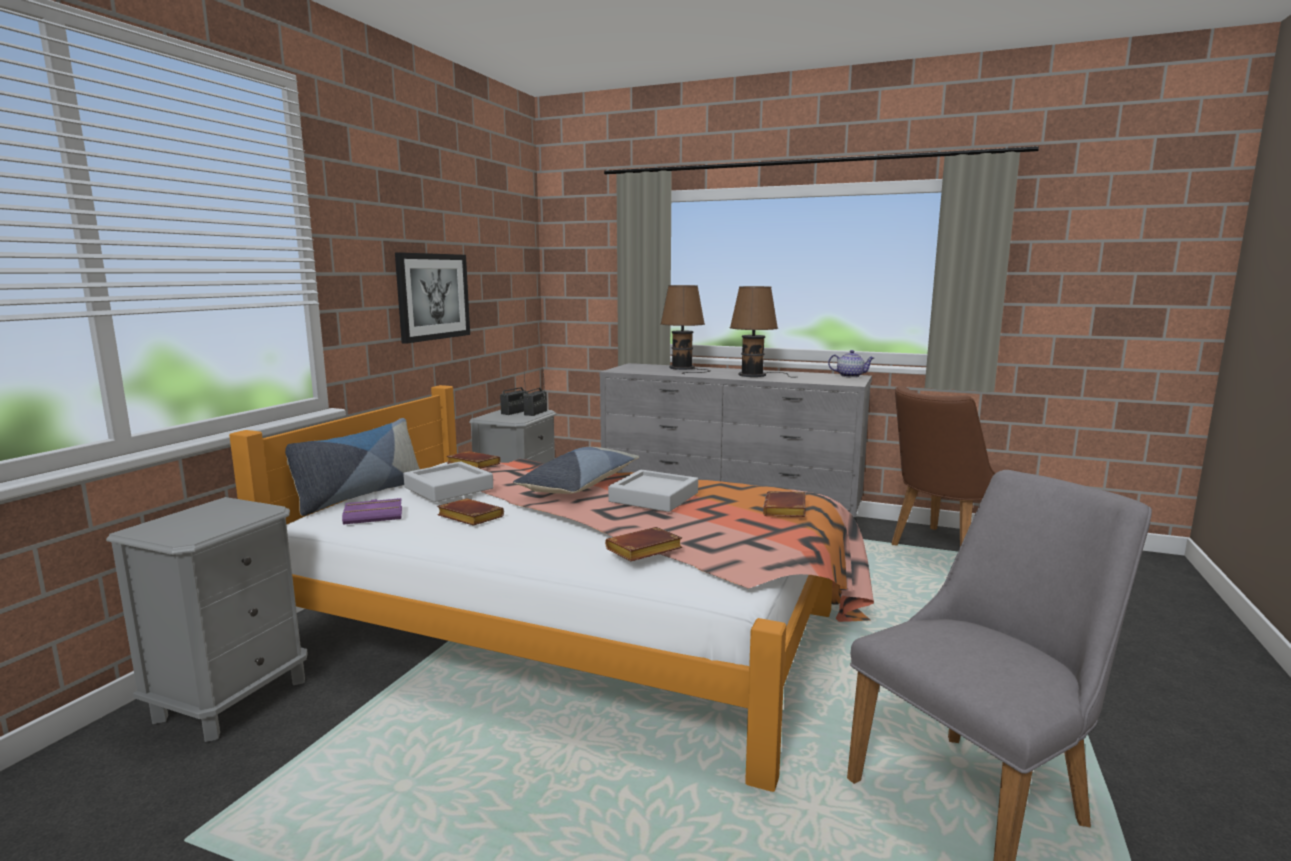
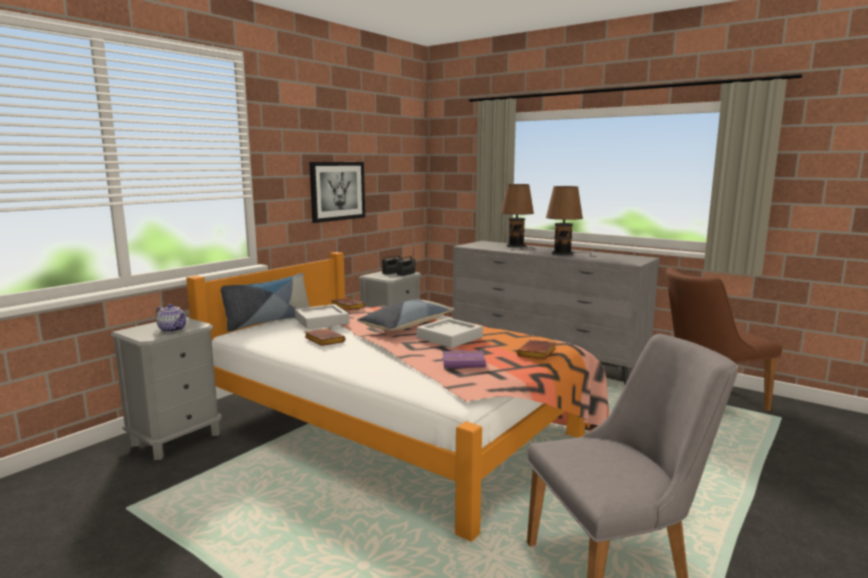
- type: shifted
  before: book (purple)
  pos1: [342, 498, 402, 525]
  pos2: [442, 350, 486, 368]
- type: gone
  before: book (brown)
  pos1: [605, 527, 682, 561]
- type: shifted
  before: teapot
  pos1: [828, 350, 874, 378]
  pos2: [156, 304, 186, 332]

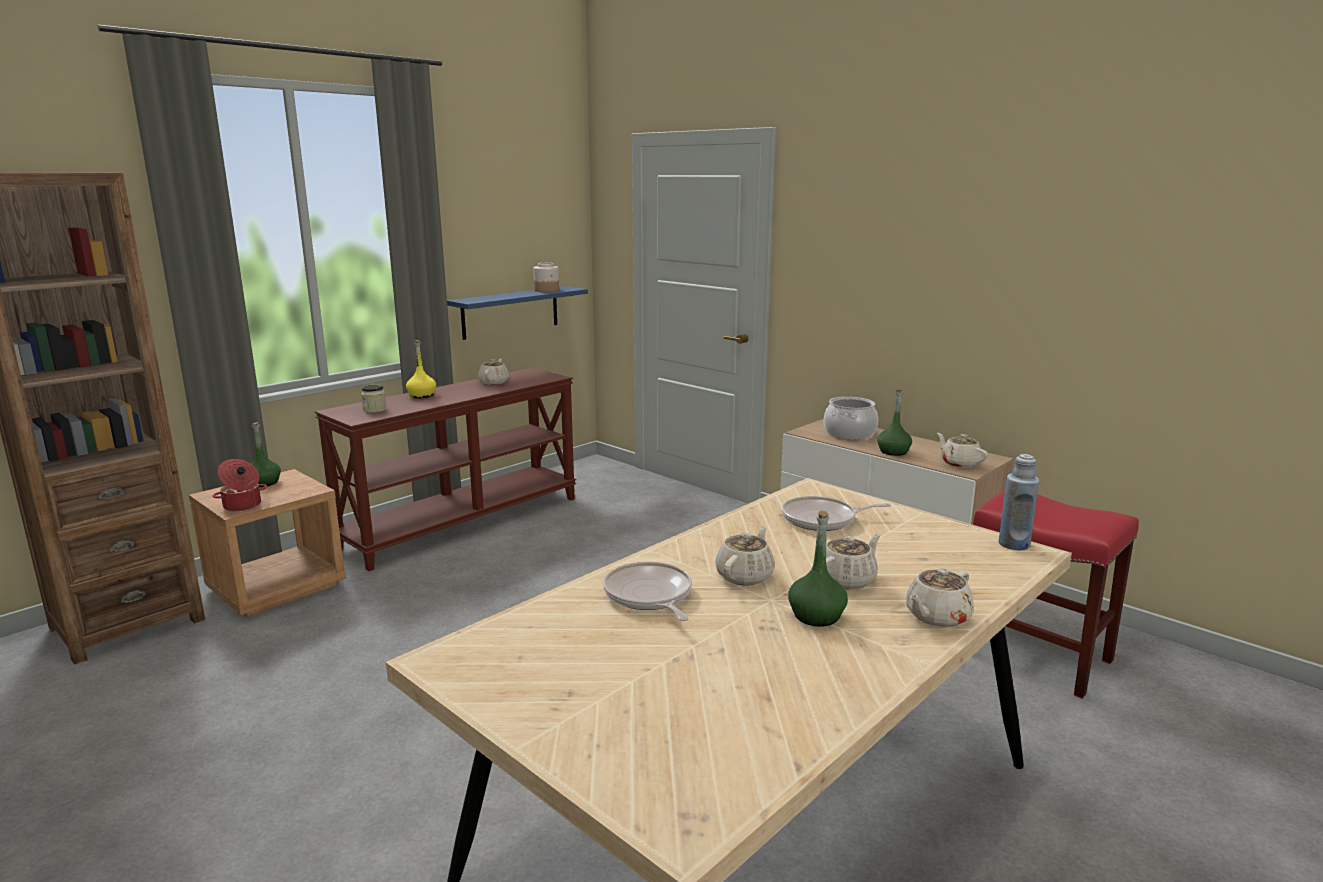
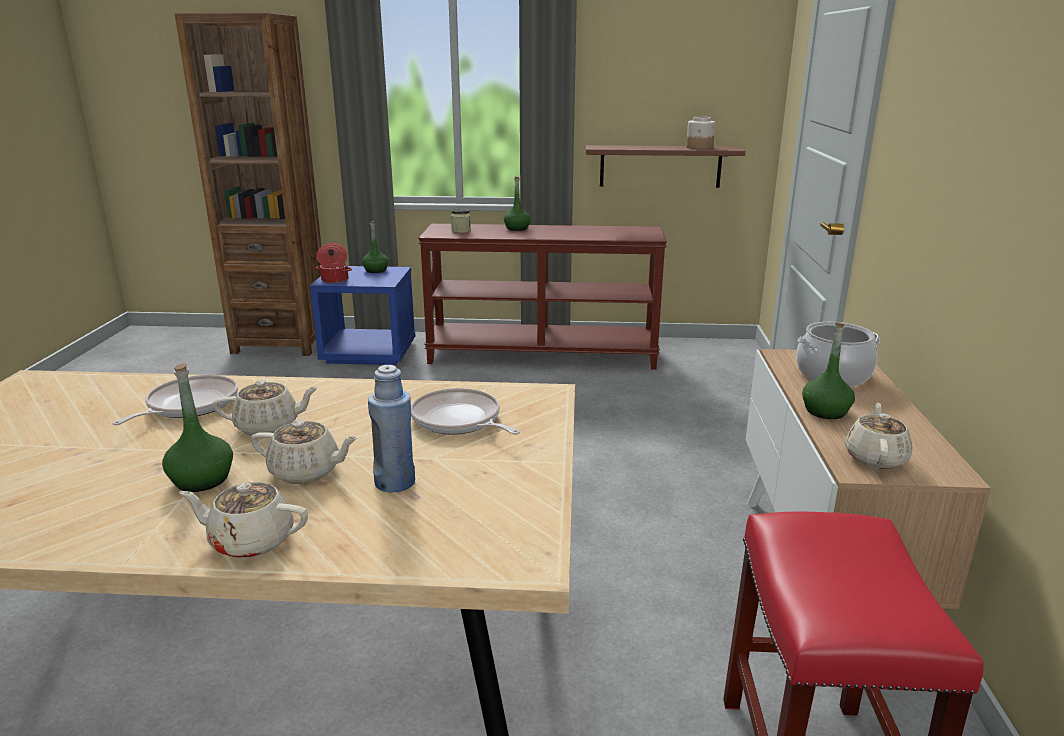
- type: repainted
  before: nightstand (brown)
  after: nightstand (blue)
  pos1: [189, 469, 346, 617]
  pos2: [310, 266, 415, 365]
- type: repainted
  before: bottle (yellow)
  after: bottle (green)
  pos1: [406, 340, 436, 398]
  pos2: [504, 176, 531, 231]
- type: repainted
  before: shelf (blue)
  after: shelf (brown)
  pos1: [447, 286, 588, 340]
  pos2: [586, 145, 746, 188]
- type: gone
  before: teapot (beige)
  pos1: [478, 359, 509, 385]
- type: shifted
  before: bottle (blue)
  pos1: [999, 454, 1040, 550]
  pos2: [368, 365, 415, 493]

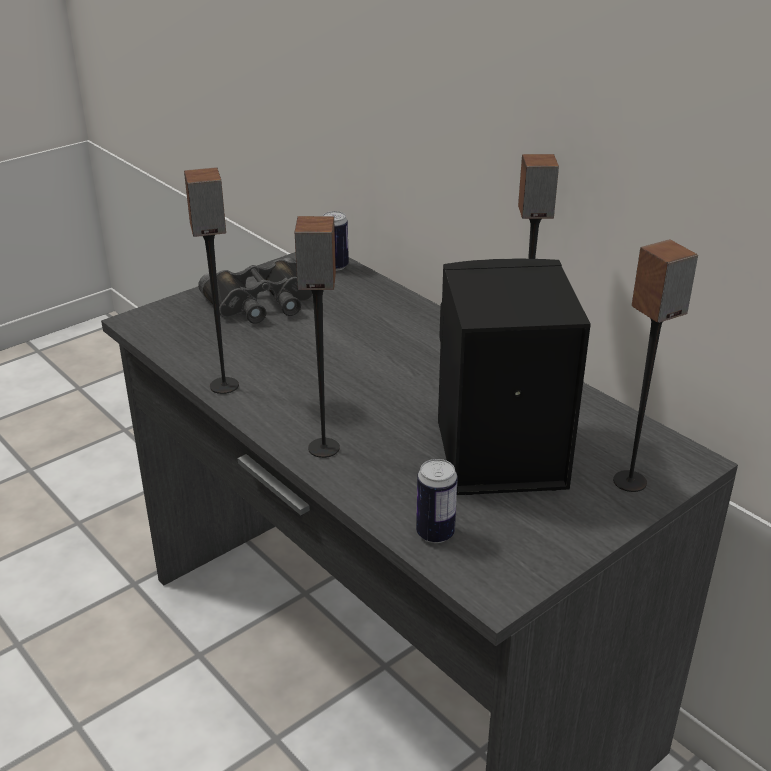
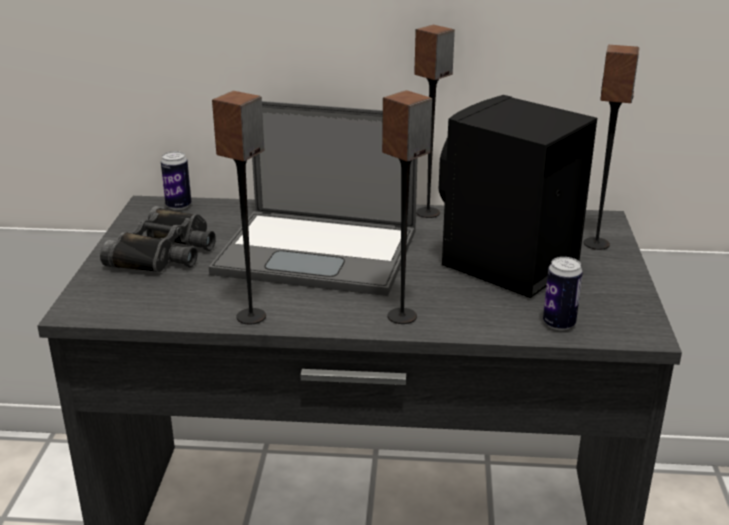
- type: new
  after: laptop
  pos2: [209, 101, 418, 296]

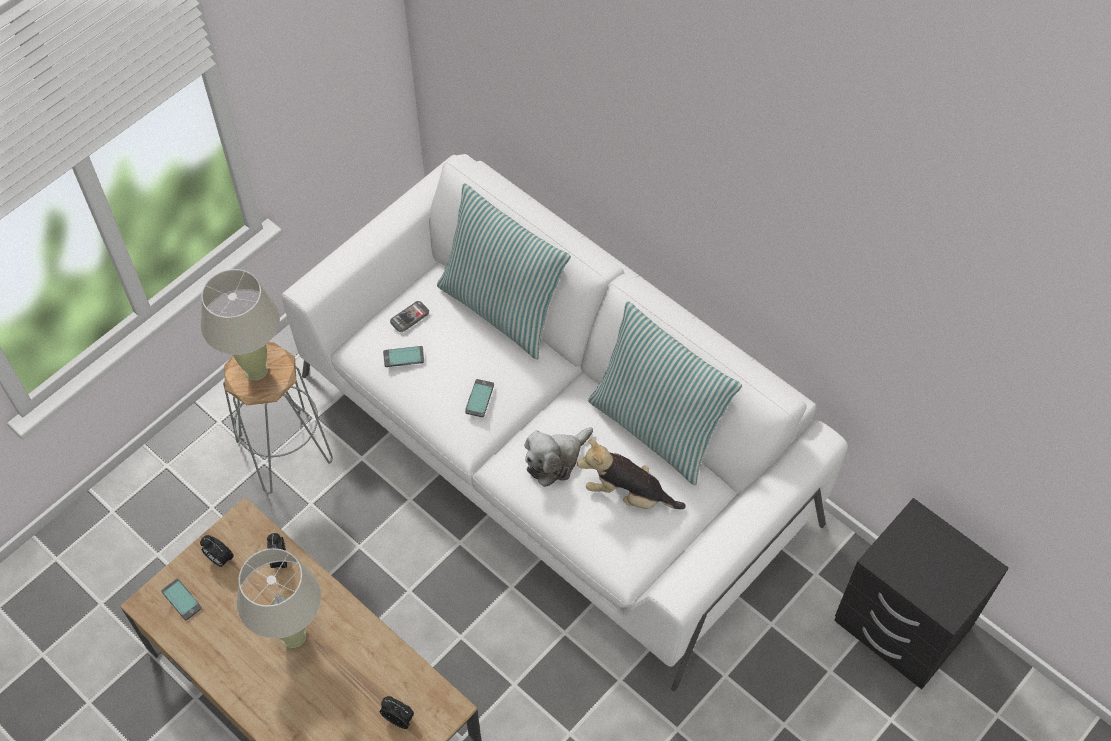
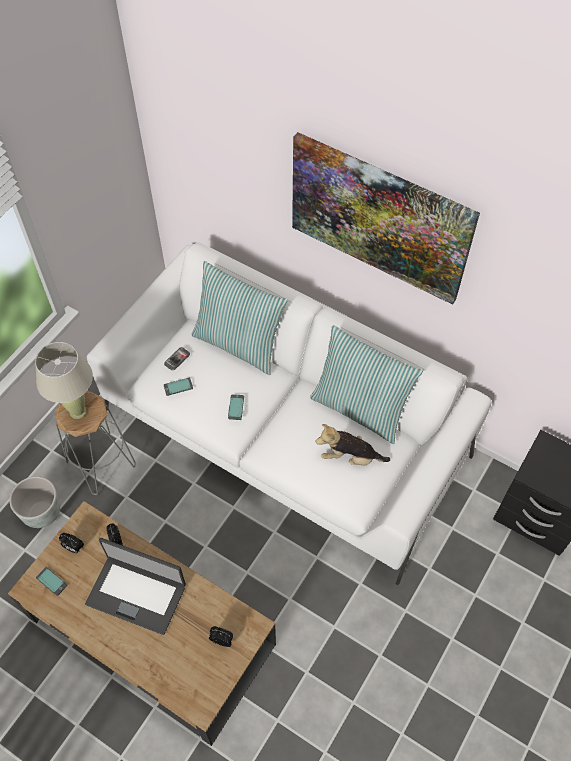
- type: swapped
  before: table lamp (beige)
  after: laptop
  pos1: [237, 548, 321, 648]
  pos2: [85, 538, 186, 635]
- type: gone
  before: plush toy
  pos1: [524, 427, 593, 487]
- type: new
  after: planter (grey)
  pos2: [10, 476, 60, 528]
- type: new
  after: picture
  pos2: [292, 132, 480, 305]

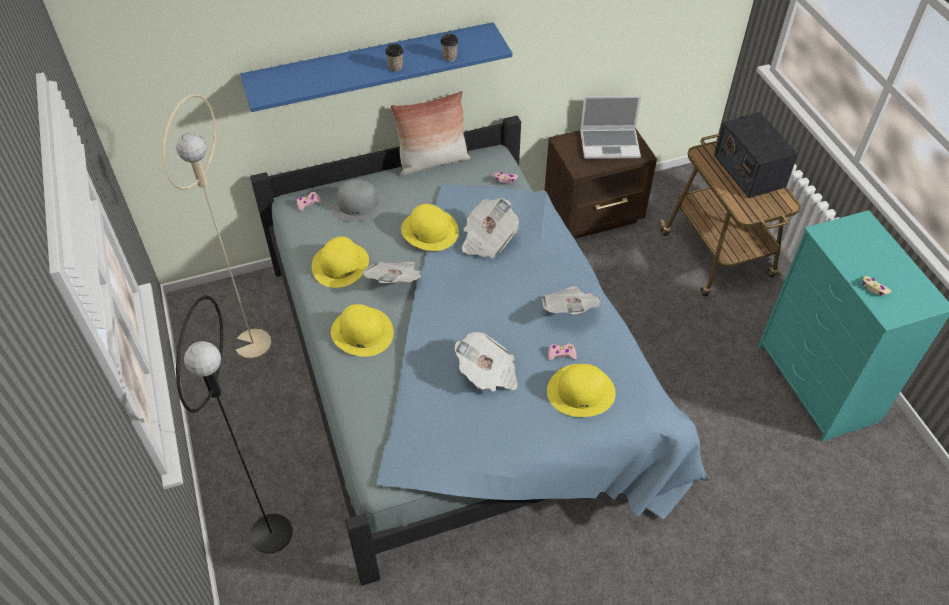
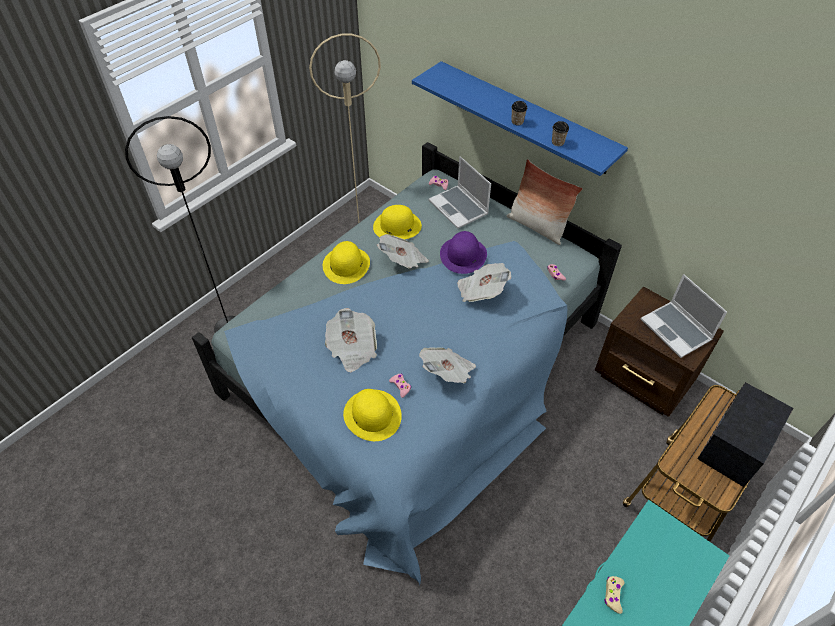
- type: swapped
  before: hat (grey)
  after: laptop
  pos1: [329, 179, 387, 222]
  pos2: [429, 156, 491, 229]
- type: repainted
  before: hat (yellow)
  after: hat (purple)
  pos1: [401, 204, 459, 251]
  pos2: [440, 231, 487, 274]

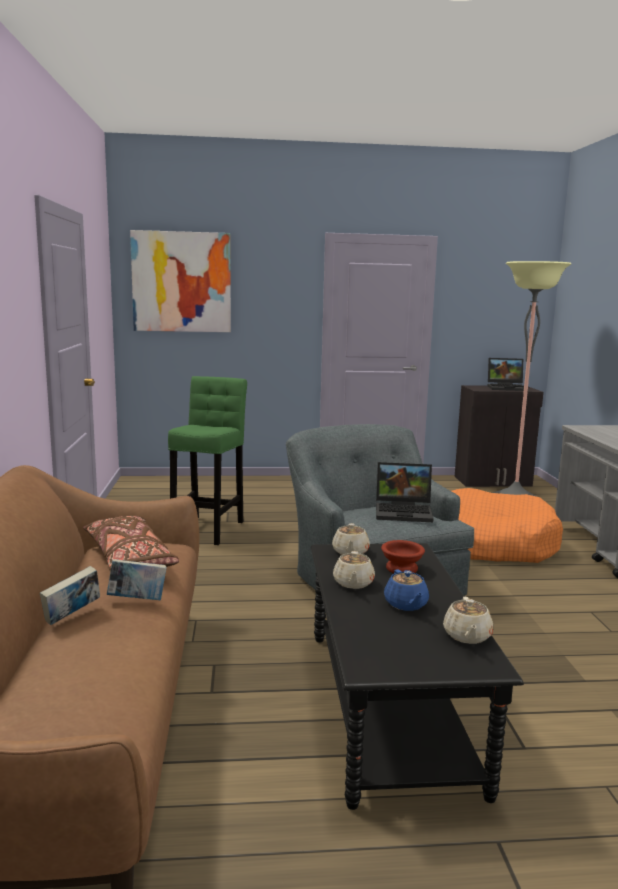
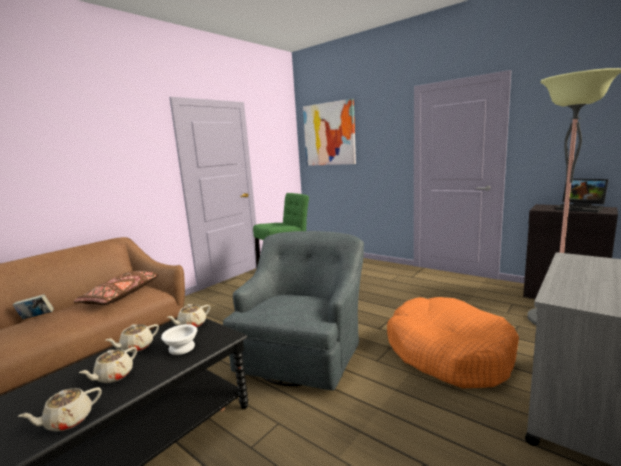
- type: gone
  before: book
  pos1: [107, 559, 167, 600]
- type: gone
  before: laptop
  pos1: [376, 462, 433, 522]
- type: repainted
  before: bowl (brown)
  after: bowl (white)
  pos1: [381, 540, 425, 573]
  pos2: [161, 324, 197, 355]
- type: repainted
  before: teapot (blue)
  after: teapot (beige)
  pos1: [384, 569, 429, 611]
  pos2: [79, 347, 137, 383]

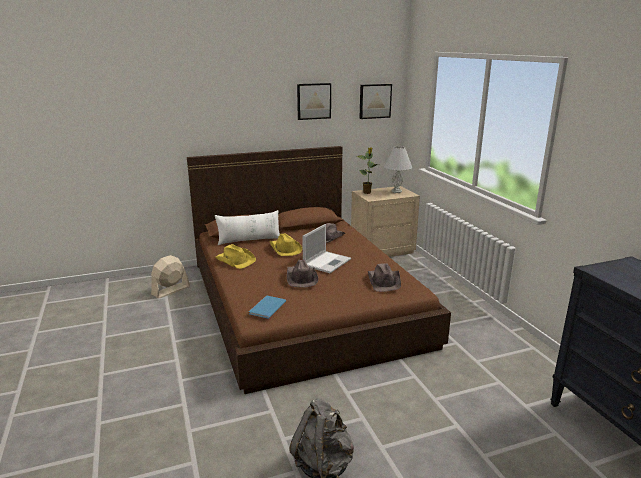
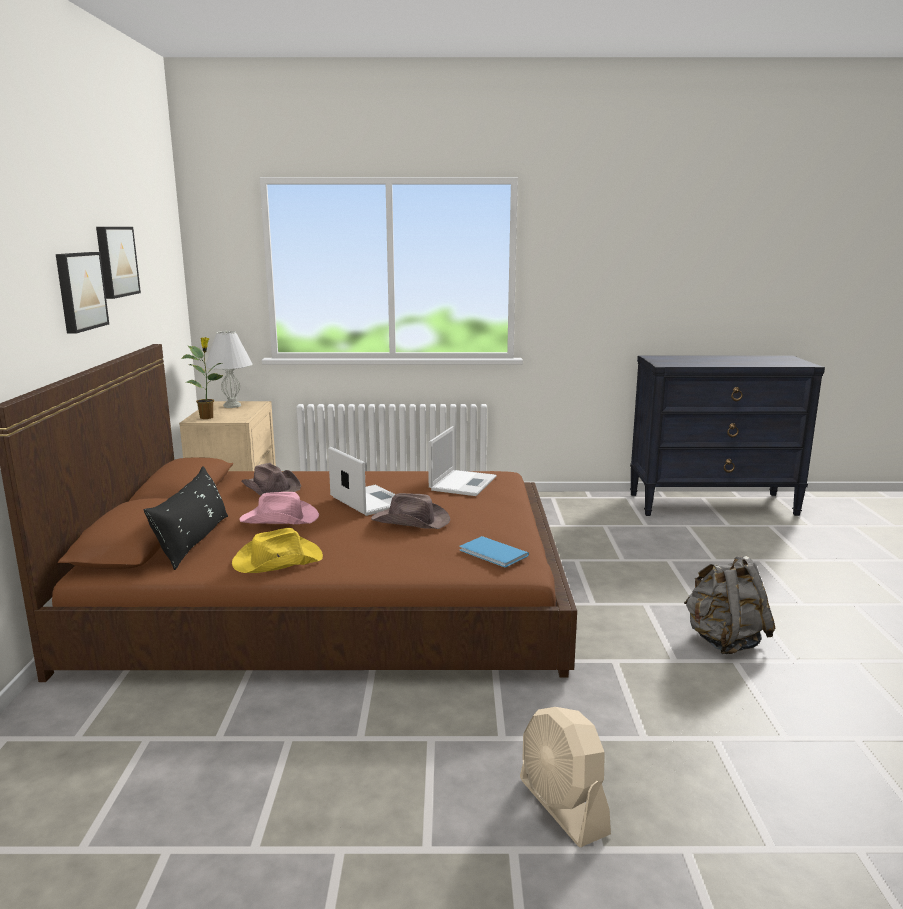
- type: shifted
  before: fan (beige)
  pos1: [151, 255, 190, 298]
  pos2: [520, 707, 611, 847]
- type: repainted
  before: pillow (white)
  after: pillow (black)
  pos1: [215, 210, 280, 245]
  pos2: [144, 466, 228, 570]
- type: repainted
  before: hat (yellow)
  after: hat (pink)
  pos1: [269, 233, 303, 256]
  pos2: [239, 492, 319, 524]
- type: shifted
  before: picture
  pos1: [359, 84, 392, 119]
  pos2: [56, 252, 109, 334]
- type: swapped
  before: hat (brown)
  after: laptop
  pos1: [368, 263, 401, 292]
  pos2: [428, 426, 497, 496]

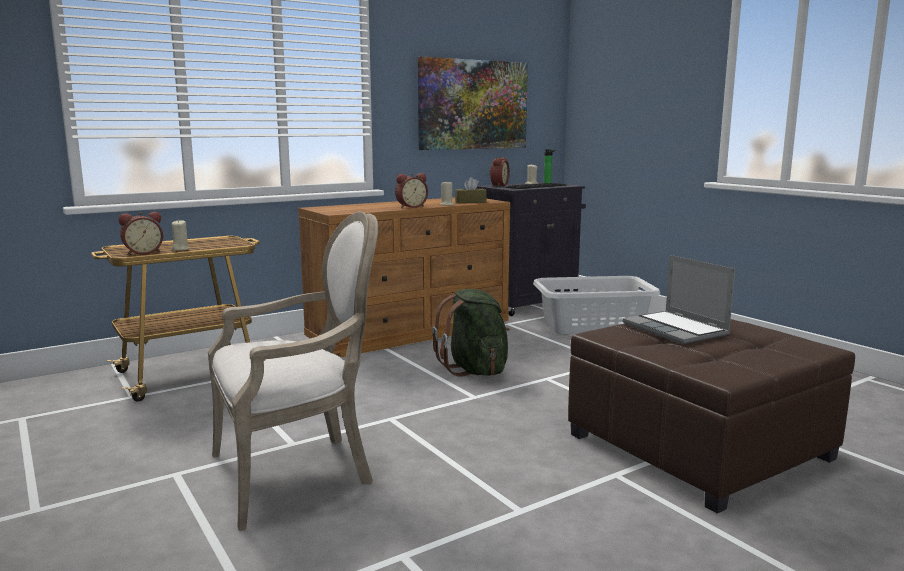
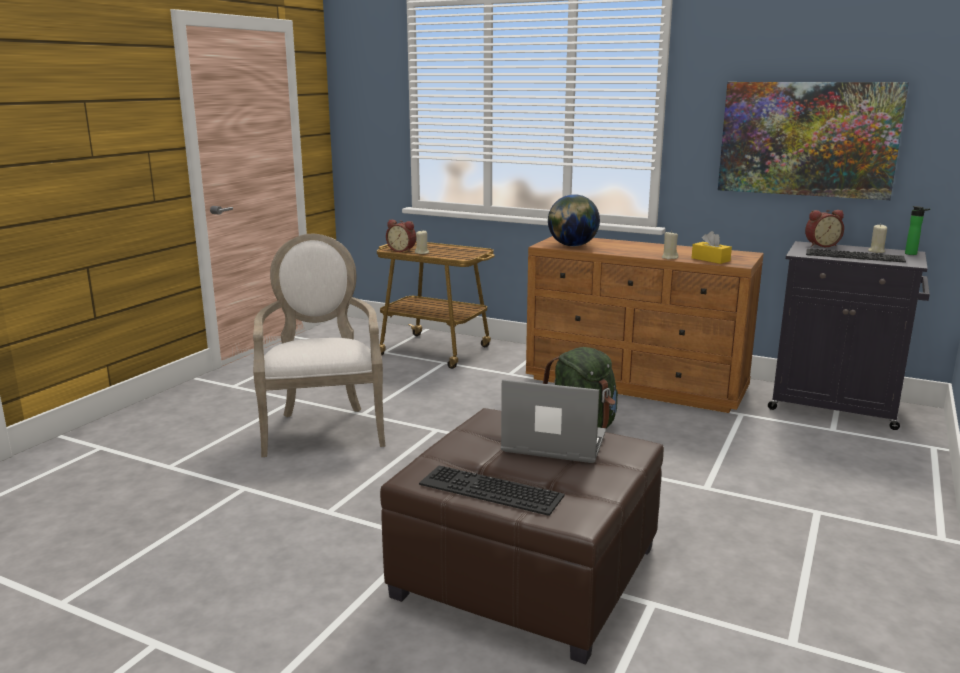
- type: rotated
  before: armchair
  pos1: [208, 212, 378, 531]
  pos2: [253, 234, 386, 457]
  turn: -135
- type: gone
  before: alarm clock
  pos1: [395, 173, 428, 208]
- type: repainted
  before: tissue box (brown)
  after: tissue box (yellow)
  pos1: [455, 177, 487, 203]
  pos2: [692, 231, 732, 264]
- type: gone
  before: laundry basket (grey)
  pos1: [533, 276, 660, 334]
- type: rotated
  before: laptop
  pos1: [623, 255, 735, 344]
  pos2: [501, 379, 606, 463]
  turn: 75
- type: new
  after: keyboard
  pos2: [419, 466, 565, 516]
- type: new
  after: globe
  pos2: [548, 194, 600, 246]

